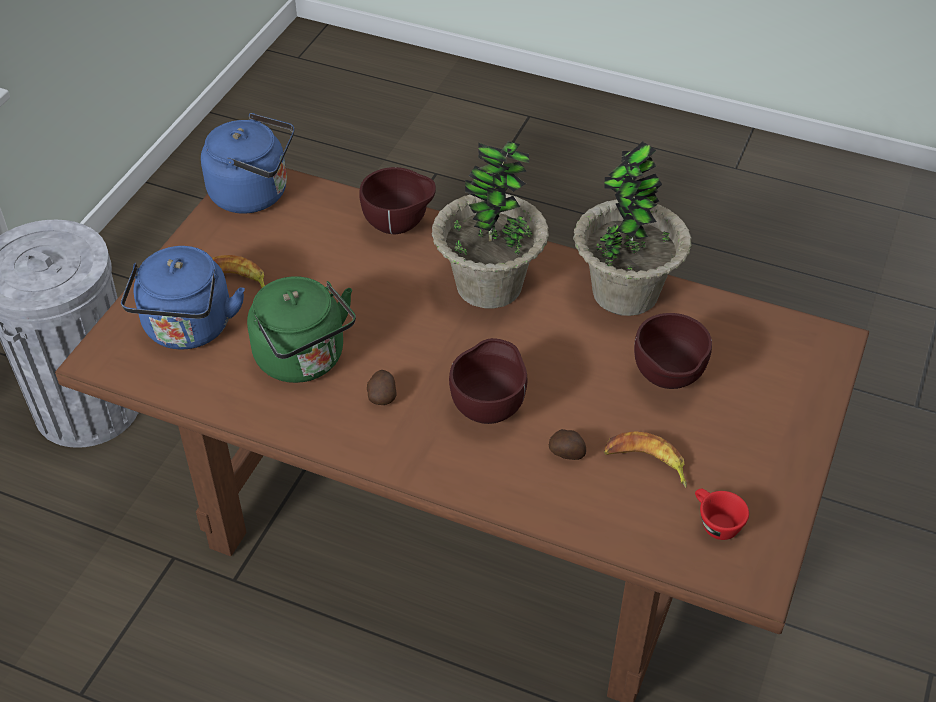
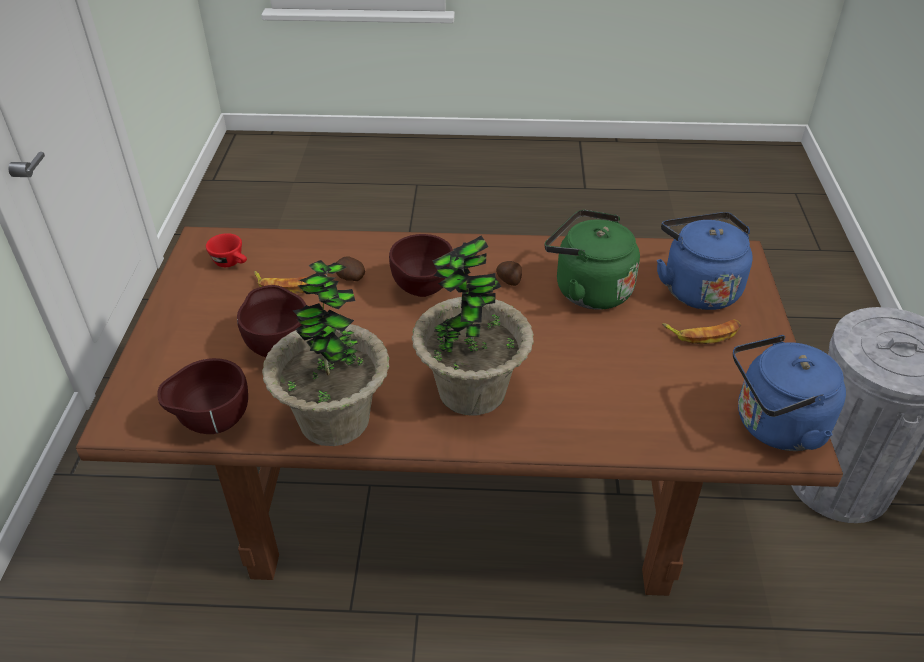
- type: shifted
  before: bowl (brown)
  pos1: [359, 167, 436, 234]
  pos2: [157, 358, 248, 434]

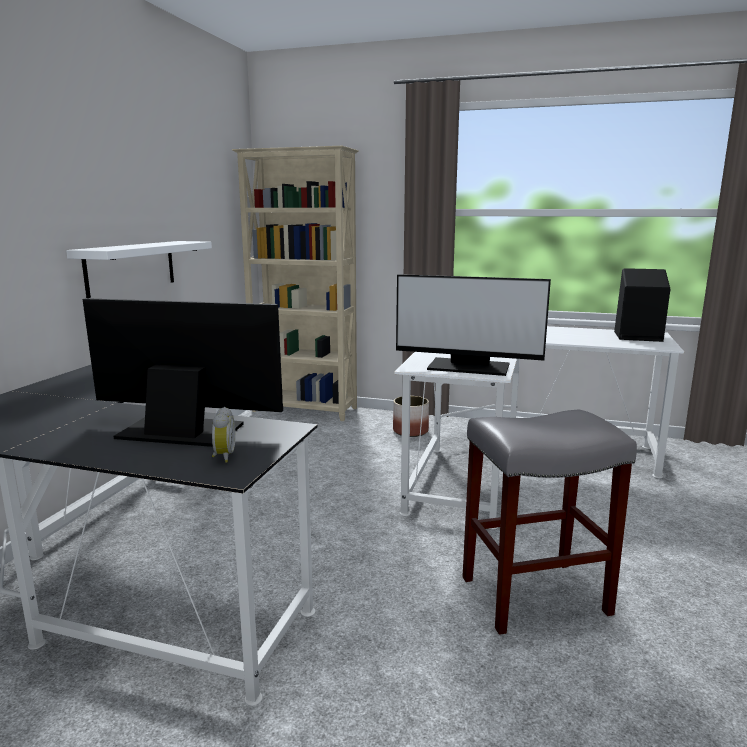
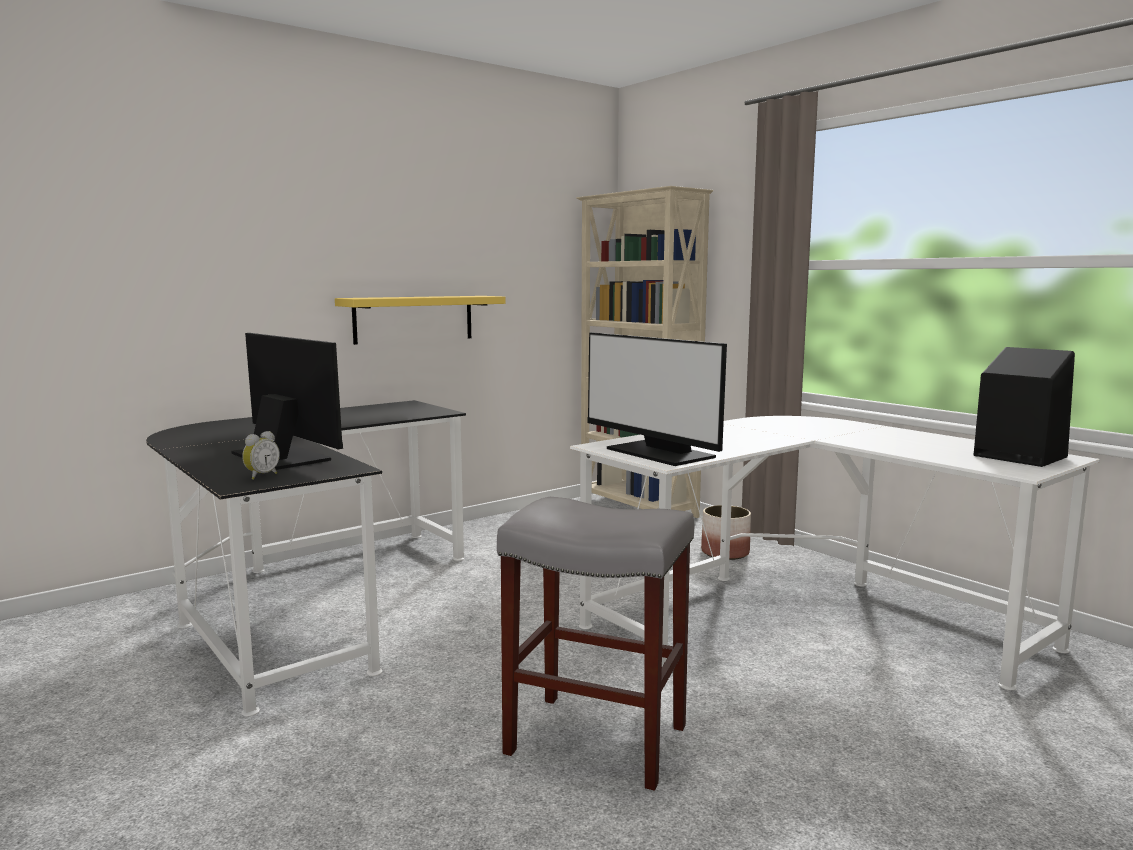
- type: repainted
  before: shelf (white)
  after: shelf (yellow)
  pos1: [66, 241, 212, 298]
  pos2: [335, 296, 506, 345]

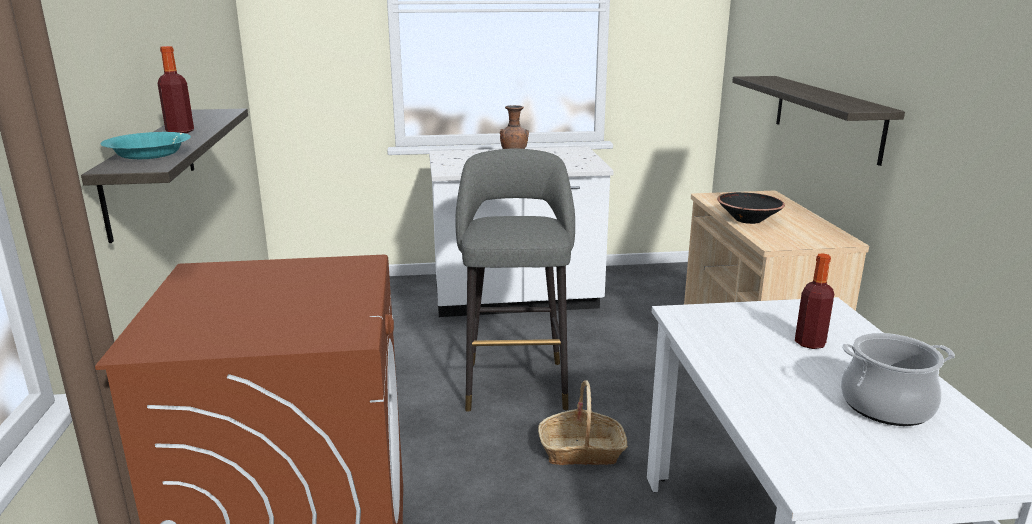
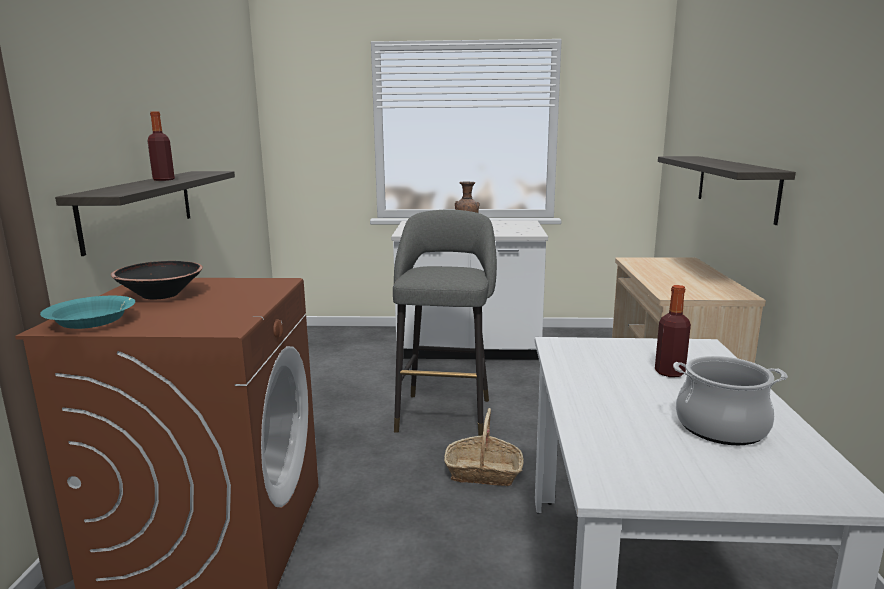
- type: shifted
  before: bowl (turquoise)
  pos1: [101, 132, 191, 159]
  pos2: [40, 296, 135, 329]
- type: shifted
  before: bowl (black)
  pos1: [717, 192, 785, 224]
  pos2: [111, 261, 203, 299]

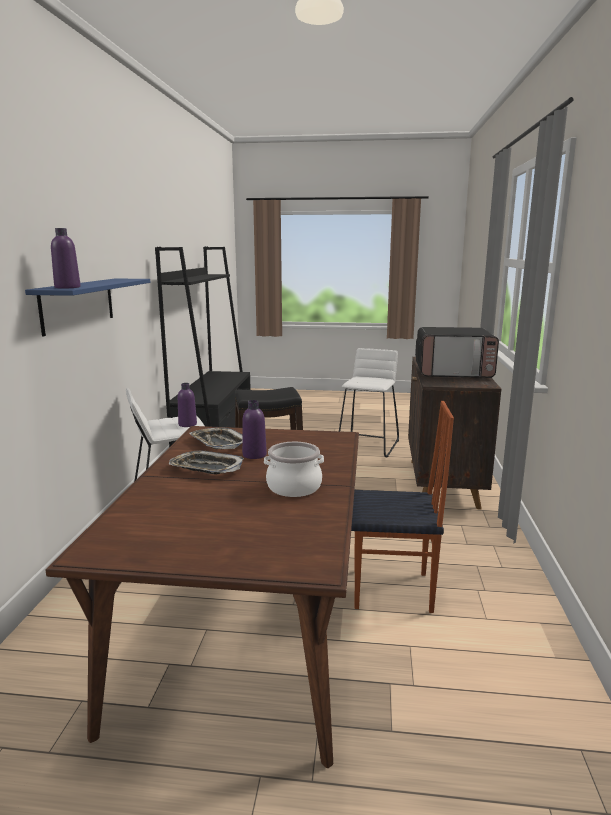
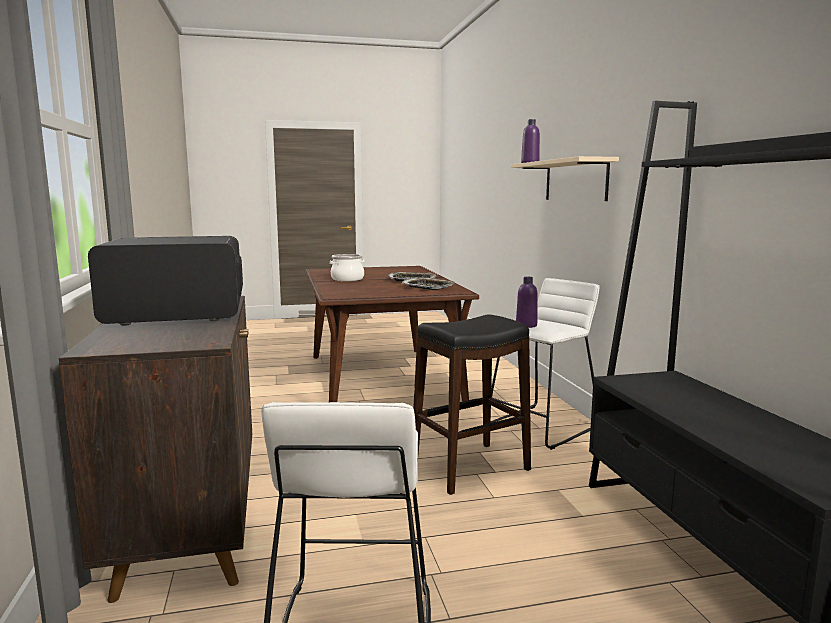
- type: repainted
  before: shelf (blue)
  after: shelf (beige)
  pos1: [25, 279, 150, 337]
  pos2: [511, 156, 619, 201]
- type: gone
  before: bottle (purple)
  pos1: [242, 400, 267, 459]
- type: gone
  before: chair
  pos1: [351, 401, 454, 613]

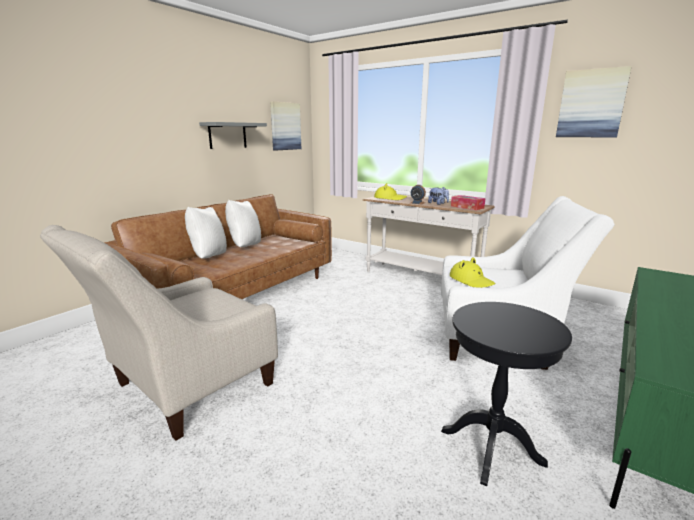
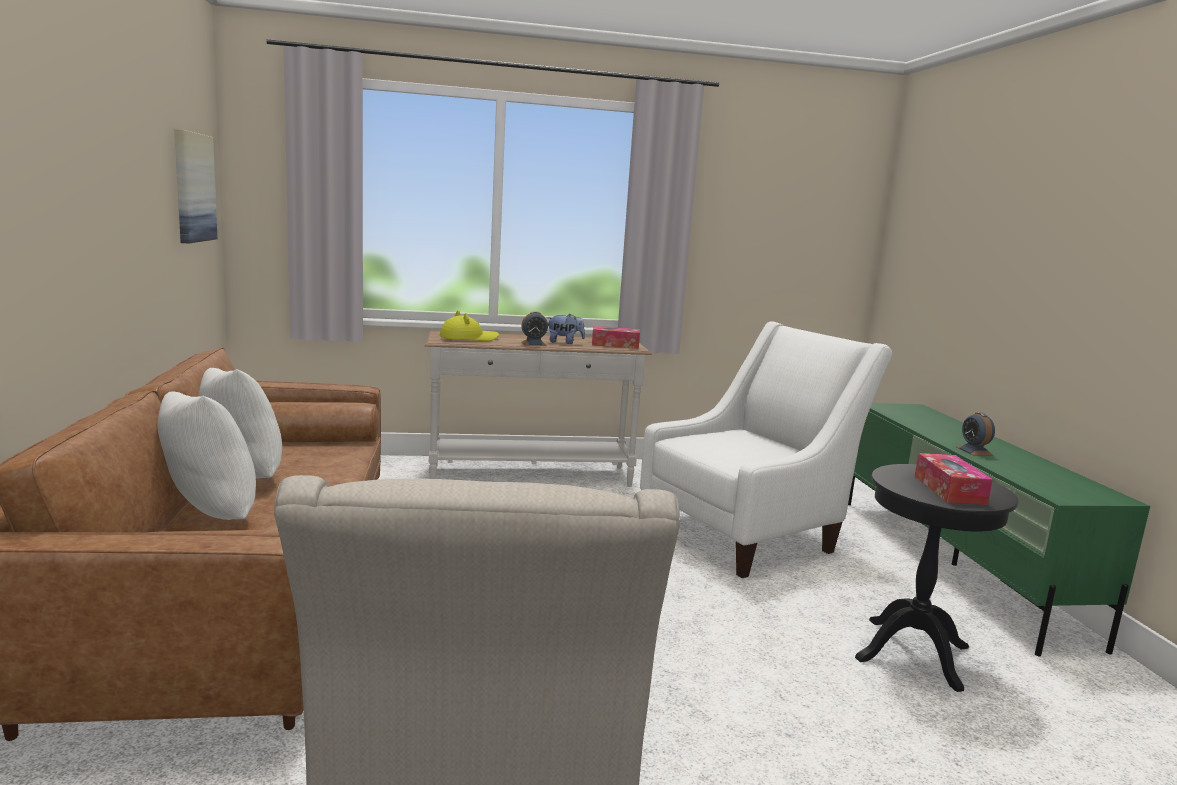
- type: gone
  before: shelf (grey)
  pos1: [199, 122, 267, 149]
- type: gone
  before: hat (yellow)
  pos1: [450, 257, 495, 288]
- type: gone
  before: picture
  pos1: [556, 66, 632, 138]
- type: new
  after: tissue box
  pos2: [915, 453, 993, 505]
- type: new
  after: alarm clock
  pos2: [956, 412, 995, 456]

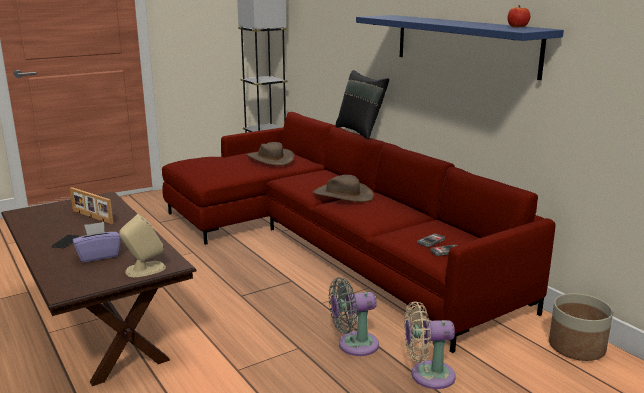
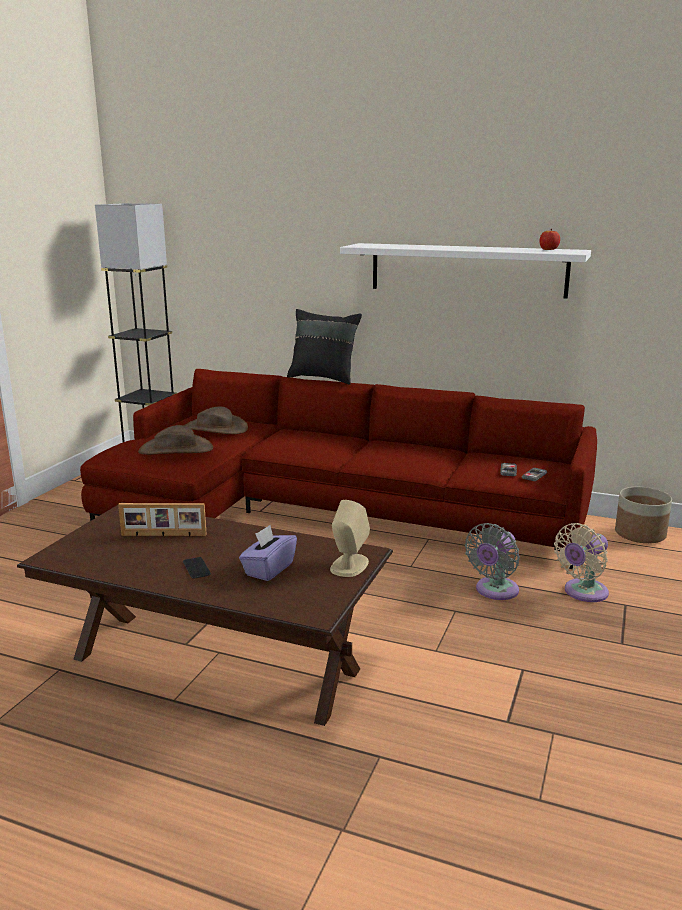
- type: shifted
  before: hat (brown)
  pos1: [313, 175, 374, 202]
  pos2: [138, 425, 213, 455]
- type: repainted
  before: shelf (blue)
  after: shelf (white)
  pos1: [356, 15, 564, 80]
  pos2: [340, 243, 591, 299]

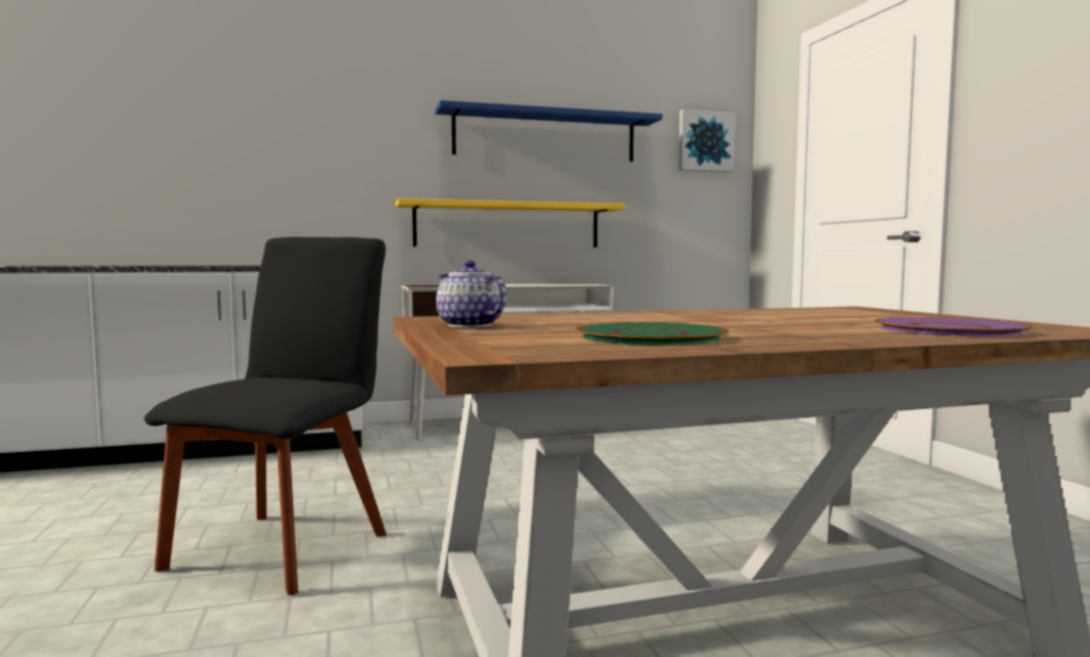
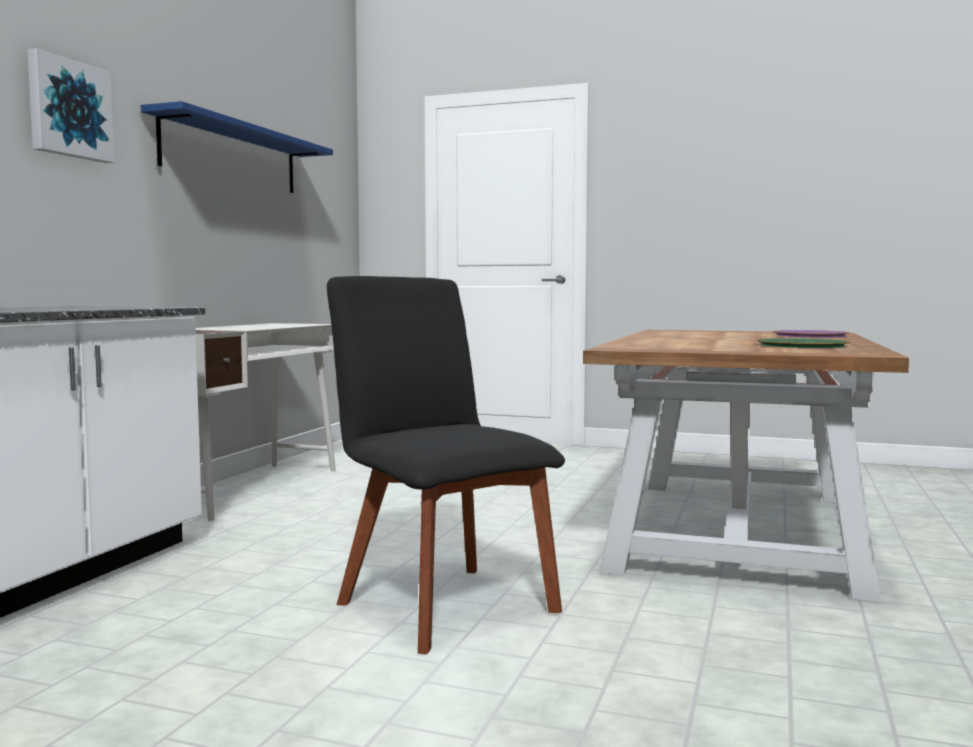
- type: gone
  before: shelf (yellow)
  pos1: [395, 198, 625, 247]
- type: gone
  before: teapot
  pos1: [436, 260, 507, 328]
- type: shifted
  before: picture
  pos1: [679, 109, 735, 172]
  pos2: [27, 48, 114, 163]

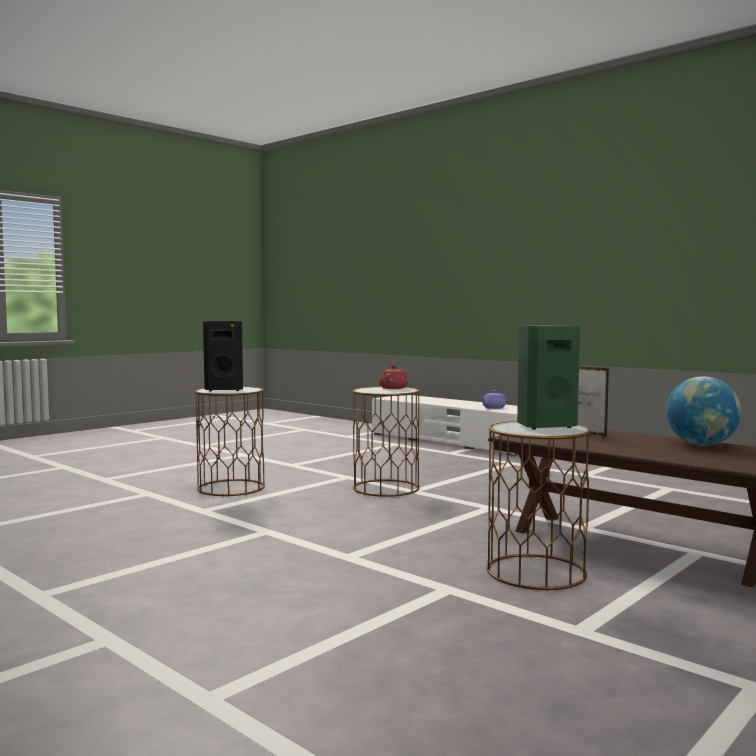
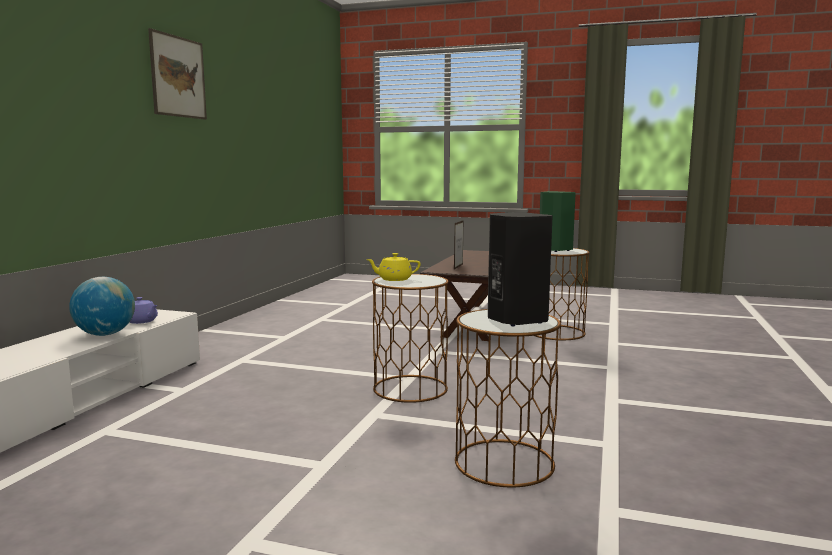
- type: repainted
  before: teapot (red)
  after: teapot (yellow)
  pos1: [379, 366, 408, 389]
  pos2: [366, 253, 421, 281]
- type: shifted
  before: globe
  pos1: [666, 376, 741, 446]
  pos2: [69, 277, 135, 336]
- type: new
  after: picture
  pos2: [148, 28, 207, 120]

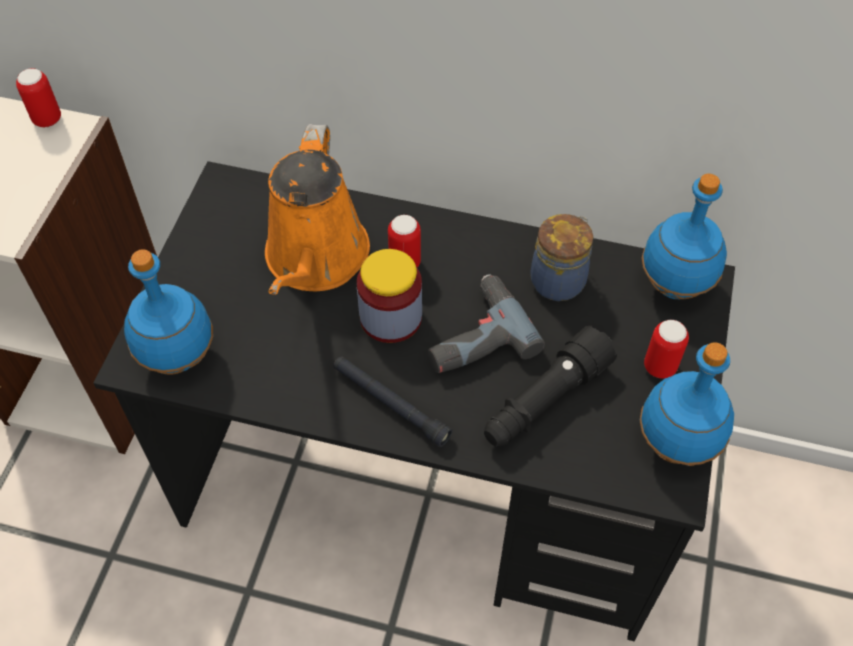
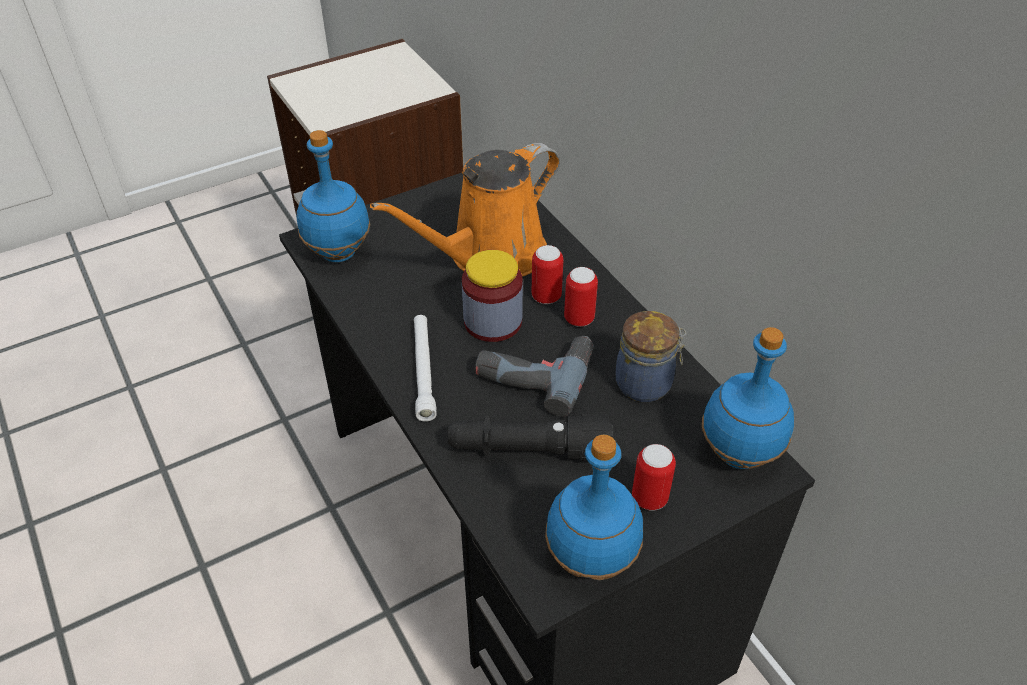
- type: shifted
  before: can
  pos1: [16, 68, 61, 127]
  pos2: [564, 267, 598, 327]
- type: repainted
  before: flashlight (black)
  after: flashlight (white)
  pos1: [334, 356, 453, 447]
  pos2: [414, 315, 437, 422]

